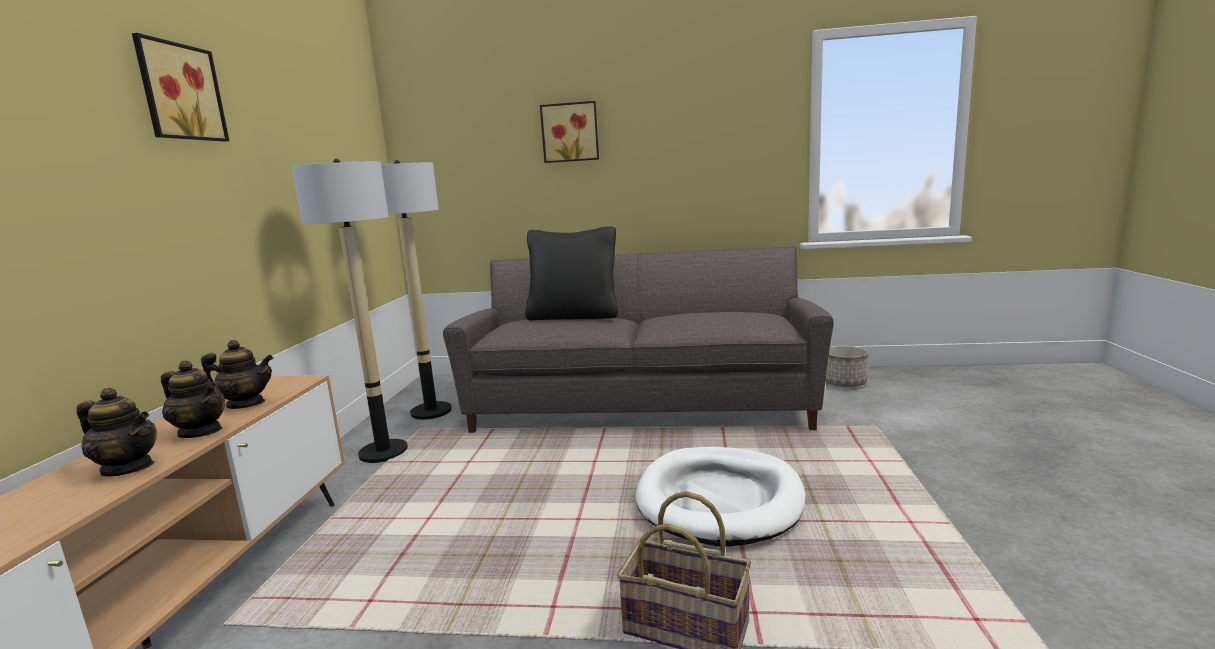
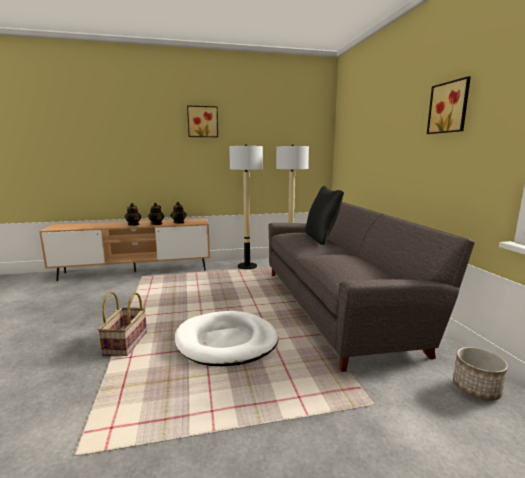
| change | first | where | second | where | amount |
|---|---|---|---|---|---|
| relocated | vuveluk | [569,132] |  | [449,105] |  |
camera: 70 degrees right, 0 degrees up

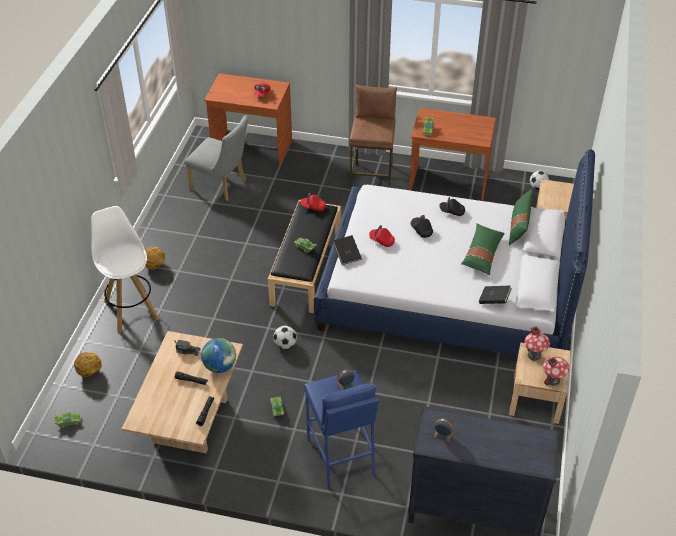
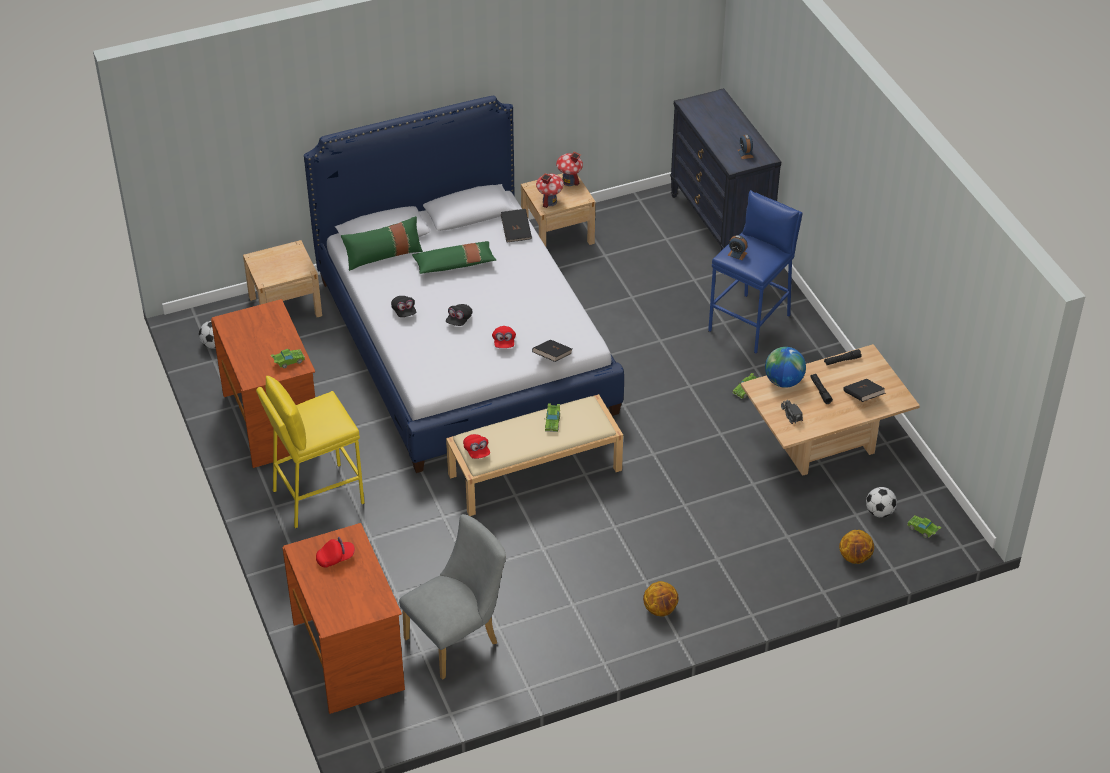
| change | first | where | second | where | amount |
|---|---|---|---|---|---|
| missing | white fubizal | [125,269] |  |  |  |
| spun | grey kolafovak | [216,158] |  | [452,597] | 60 degrees clockwise |
| colour | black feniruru | [304,256] | beige feniruru | [534,455] |  |
| relocated | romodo | [285,337] |  | [881,502] |  |
| colour | brown fubizal | [373,138] | yellow fubizal | [310,452] |  |
| appeared |  |  | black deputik | [864,390] |  |
camera: 125 degrees left, 0 degrees up

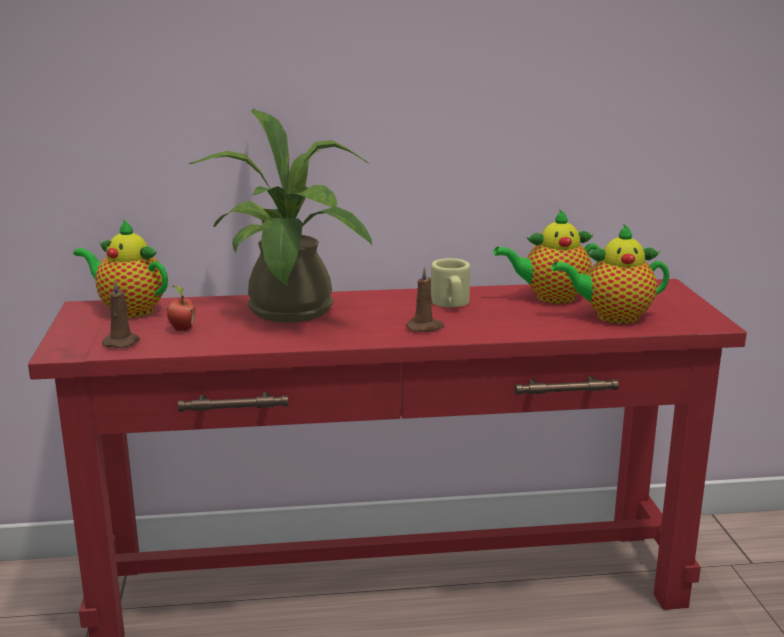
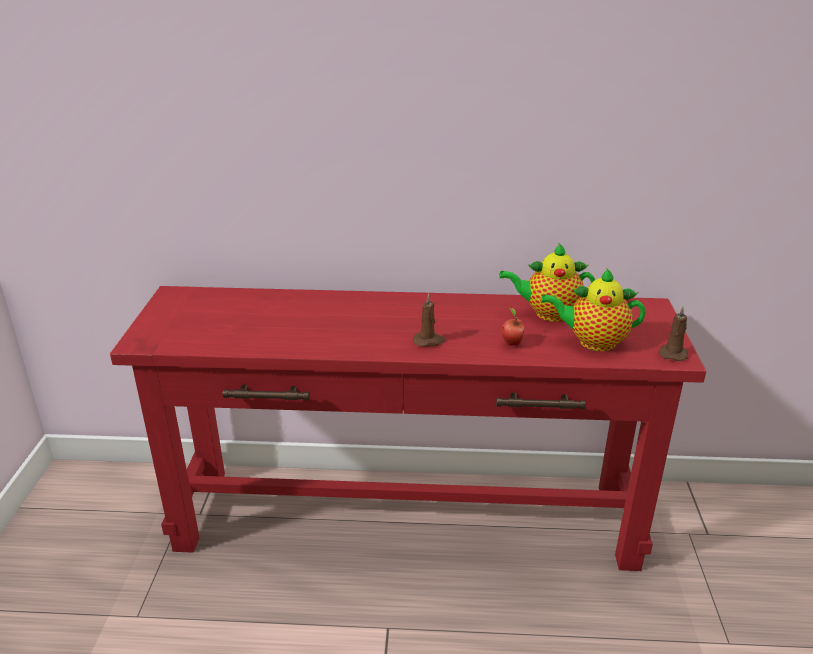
| change | first | where | second | where | amount |
|---|---|---|---|---|---|
| missing | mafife | [120,268] |  |  |  |
| relocated | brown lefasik | [121,313] |  | [673,334] |  |
| relocated | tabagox | [181,308] |  | [513,327] |  |
| missing | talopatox | [280,215] |  |  |  |
| missing | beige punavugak | [450,282] |  |  |  |
camera: 10 degrees right, 10 degrees up

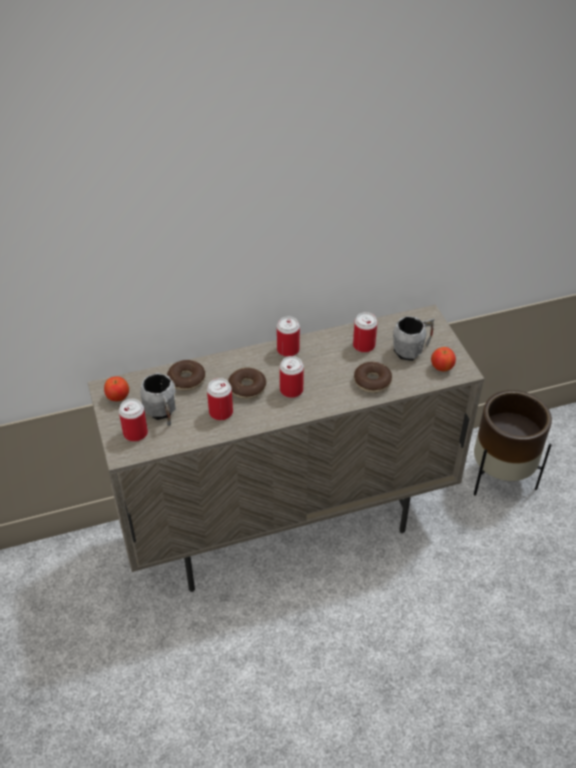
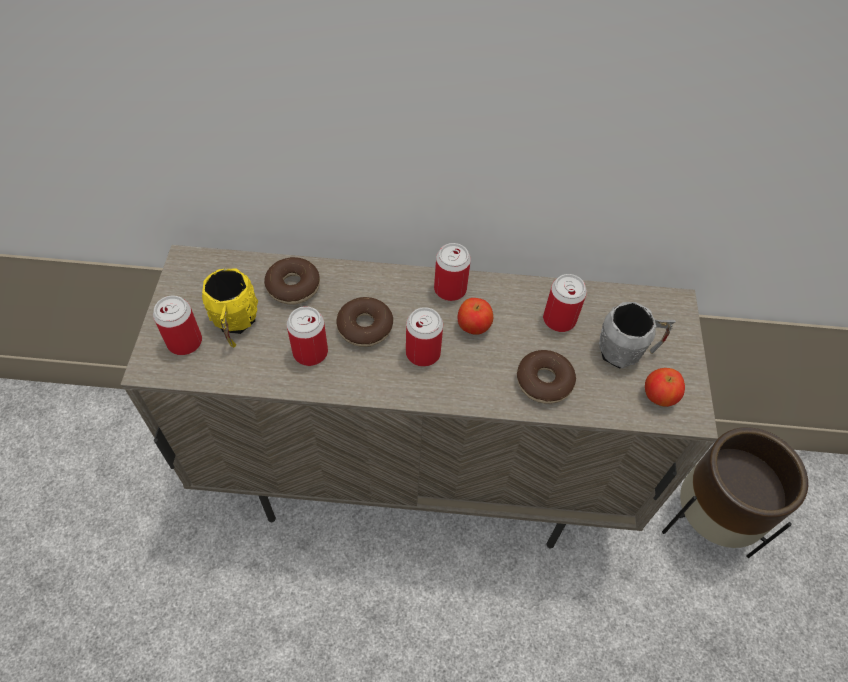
| change | first | where | second | where | amount |
|---|---|---|---|---|---|
| relocated | tabagox | [116,389] |  | [475,316] |  |
| colour | grey punavugak | [158,399] | yellow punavugak | [230,308] |  |
camera: 20 degrees right, 10 degrees up

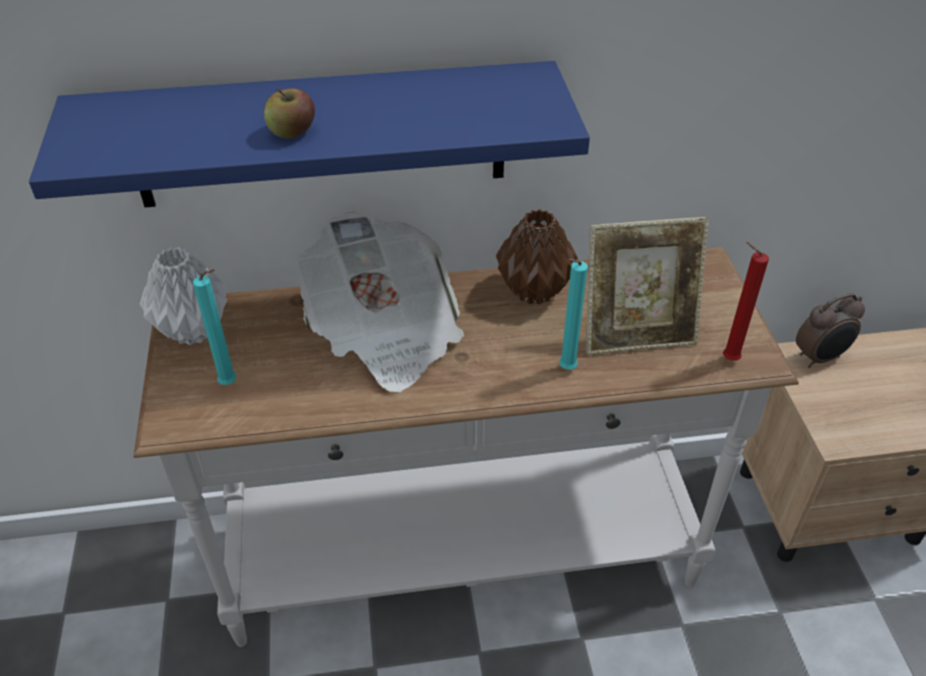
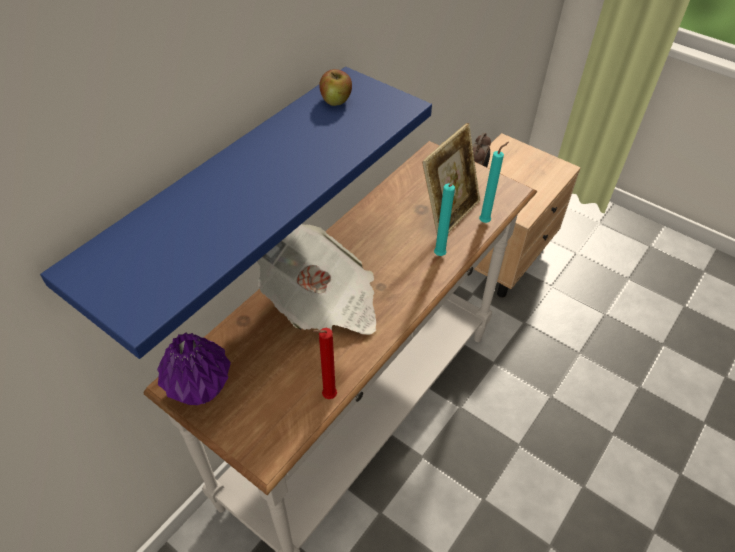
| change | first | where | second | where | amount |
|---|---|---|---|---|---|
| colour | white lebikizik | [183,296] | purple lebikizik | [194,368] |  |
| relocated | turquoise lefasik | [215,327] |  | [494,182] |  |
| relocated | tabagox | [289,113] |  | [335,87] |  |
| missing | brown lebikizik | [537,256] |  |  |  |
| relocated | red lefasik | [746,301] |  | [324,363] |  |
camera: 45 degrees left, 5 degrees up

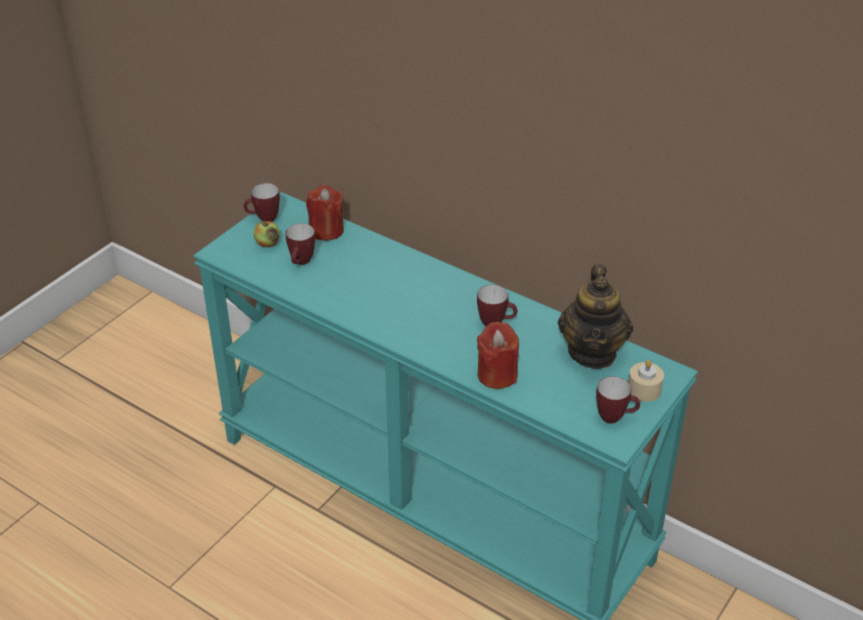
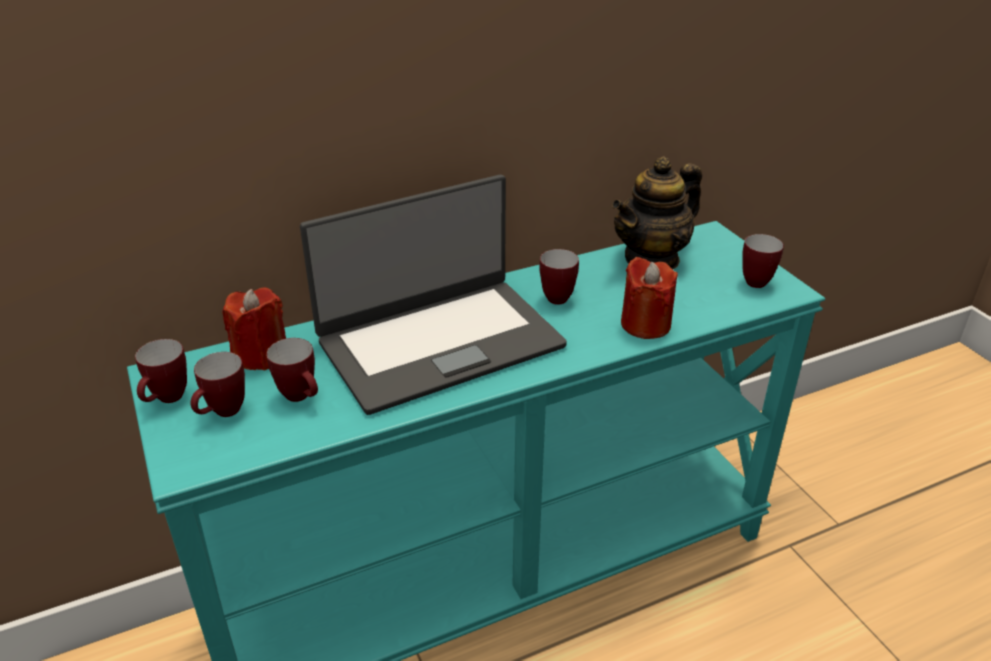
| change | first | where | second | where | amount |
|---|---|---|---|---|---|
| exchanged | tabagox | [266,233] | punavugak | [218,384] |  |
| spun | mafife | [595,316] |  | [657,212] | 105 degrees clockwise |
| missing | beige lefasik | [646,381] |  |  |  |
| appeared |  |  | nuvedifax | [433,295] |  |
camera: 60 degrees left, 5 degrees down

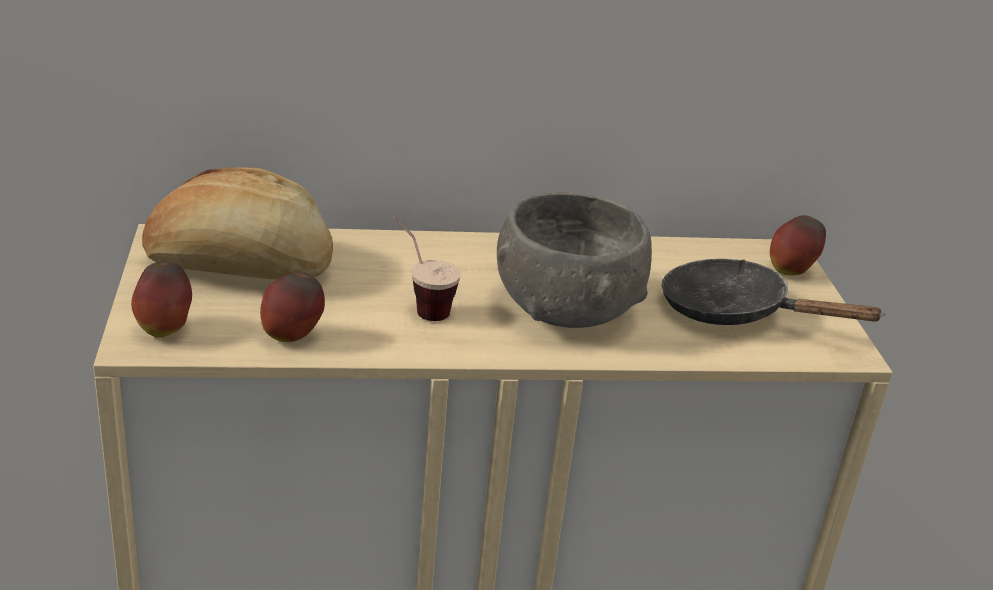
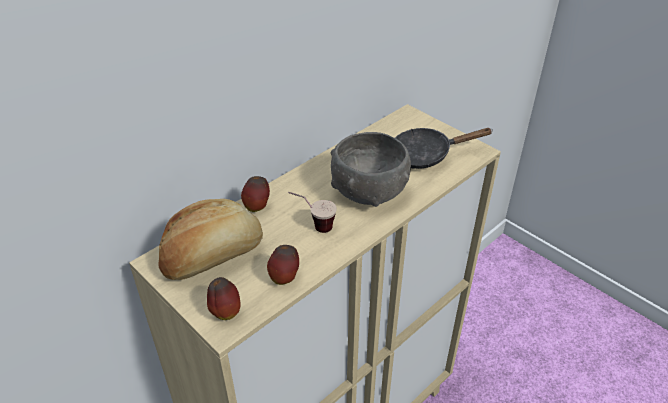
| change | first | where | second | where | amount |
|---|---|---|---|---|---|
| relocated | tabagox | [798,245] |  | [255,194] |  |
camera: 35 degrees left, 10 degrees up

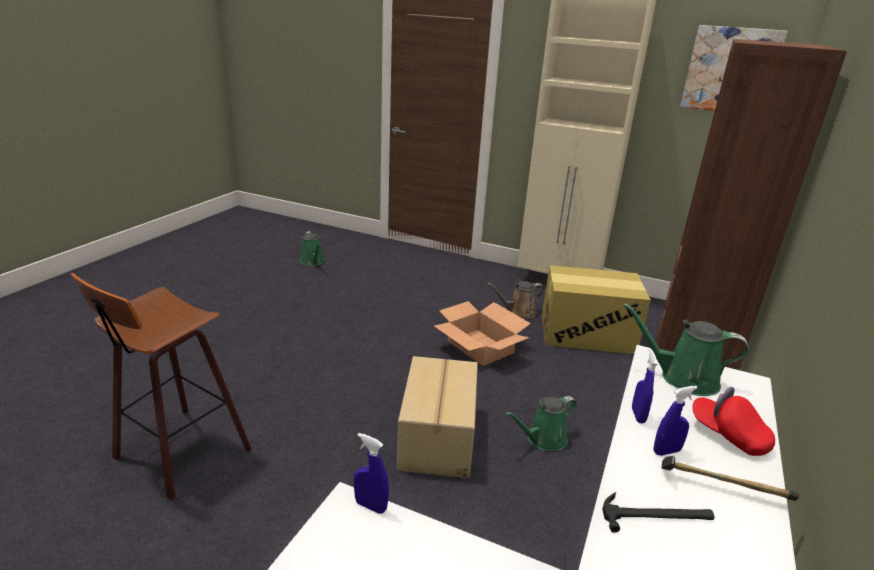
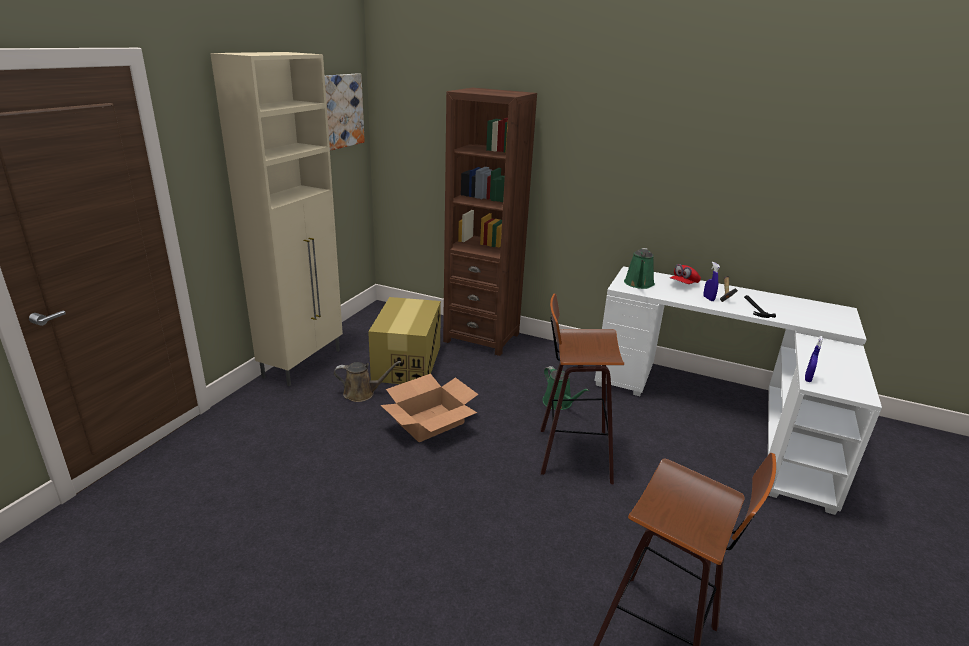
| change | first | where | second | where | amount |
|---|---|---|---|---|---|
| missing | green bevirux | [312,248] |  |  |  |
| exchanged | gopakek | [437,417] | fubizal | [582,389] |  |
| spun | brown bevirux | [516,300] |  | [367,381] | 75 degrees counterclockwise |
| missing | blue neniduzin | [645,386] |  |  |  |
camera: 90 degrees left, 0 degrees up

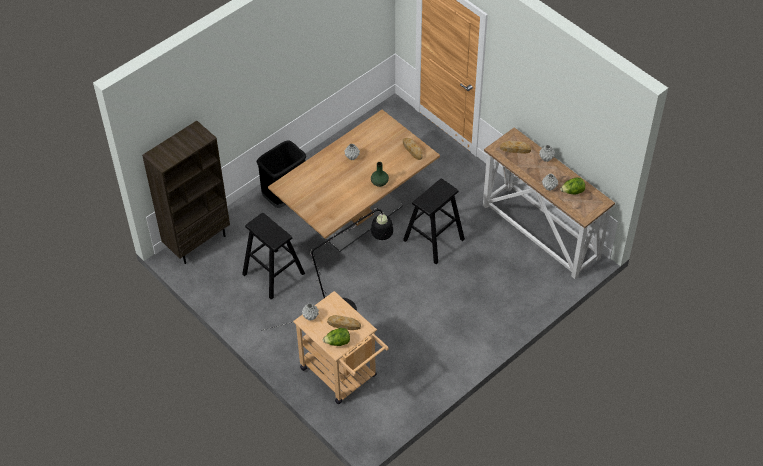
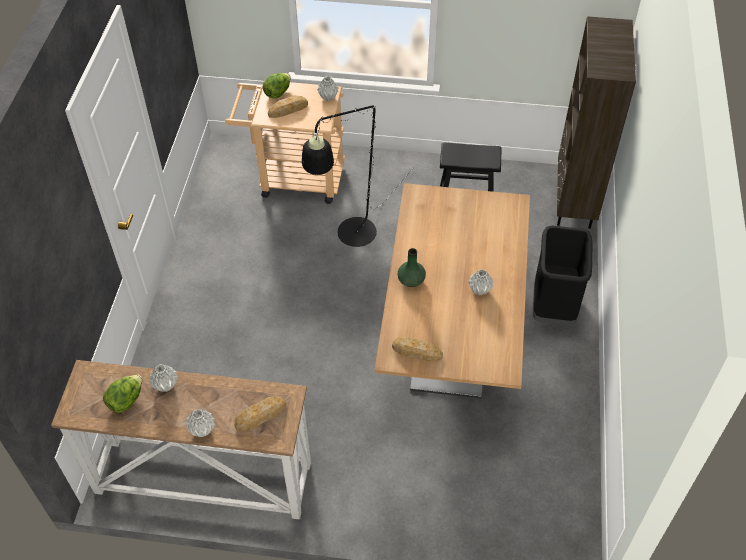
| change | first | where | second | where | amount |
|---|---|---|---|---|---|
| missing | black fubizal | [434,221] |  |  |  |
camera: 140 degrees right, 0 degrees up

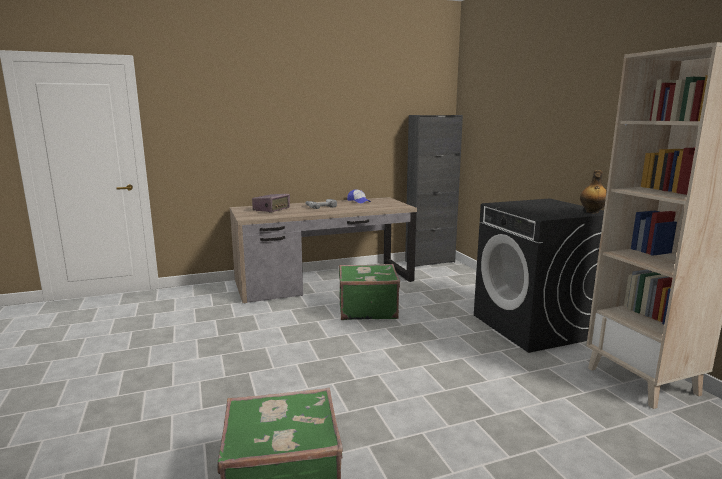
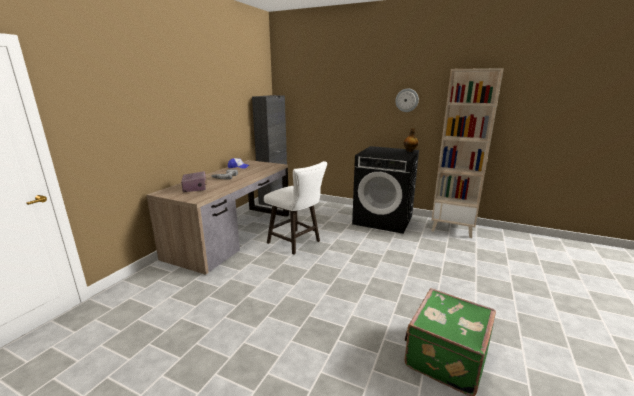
| change | first | where | second | where | amount |
|---|---|---|---|---|---|
| exchanged | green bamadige | [369,292] | white fubizal | [295,208] |  |
| appeared |  |  | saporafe | [407,100] |  |
camera: 45 degrees left, 5 degrees up

